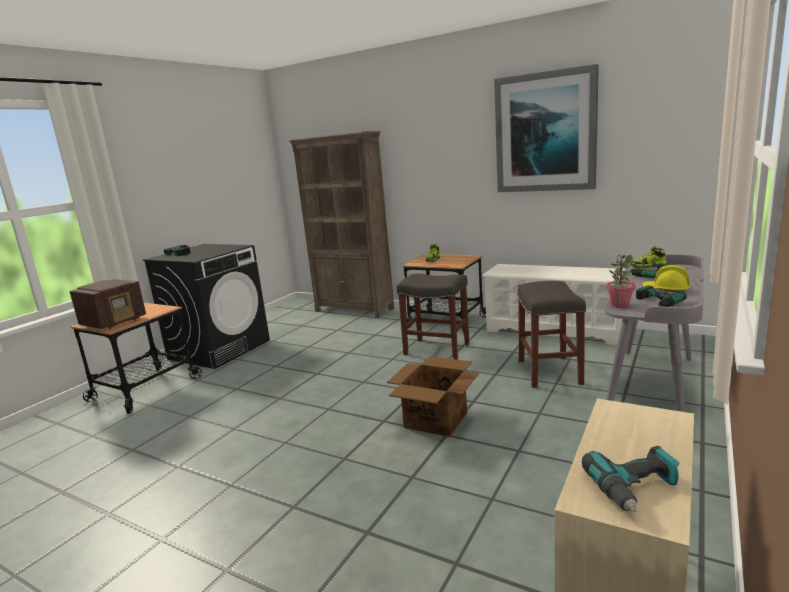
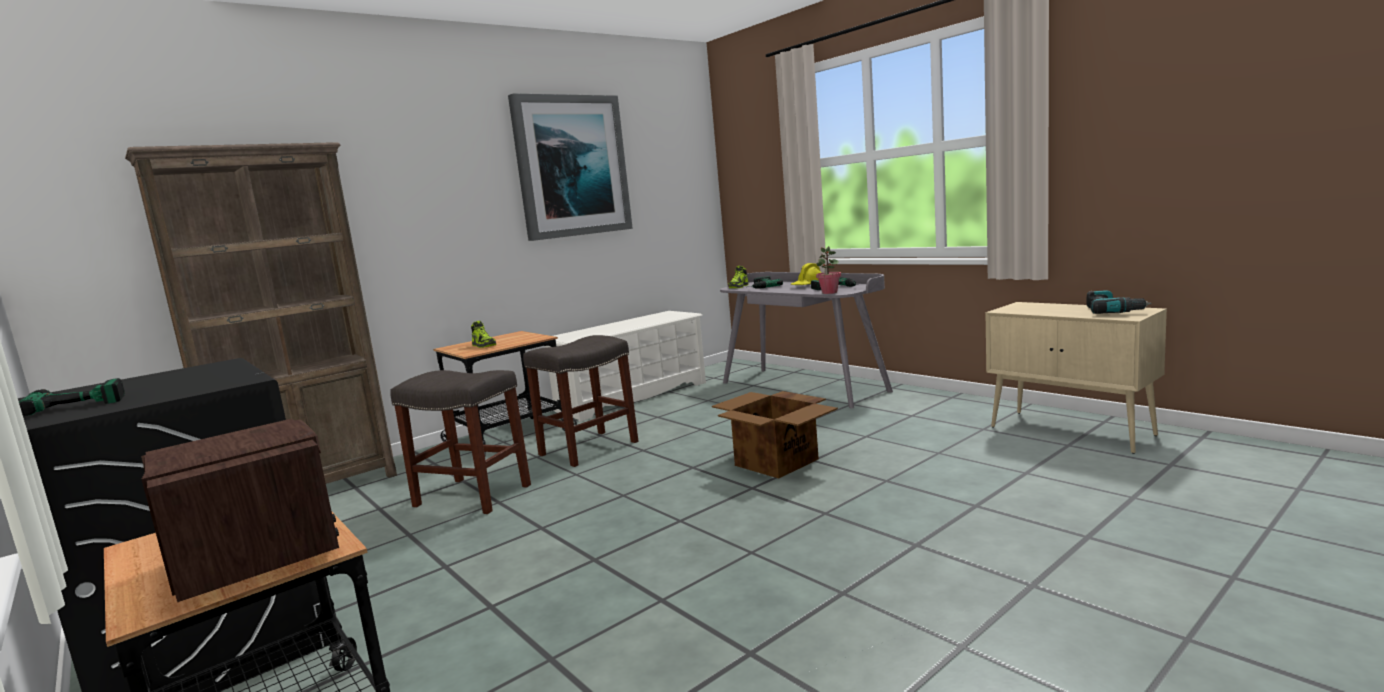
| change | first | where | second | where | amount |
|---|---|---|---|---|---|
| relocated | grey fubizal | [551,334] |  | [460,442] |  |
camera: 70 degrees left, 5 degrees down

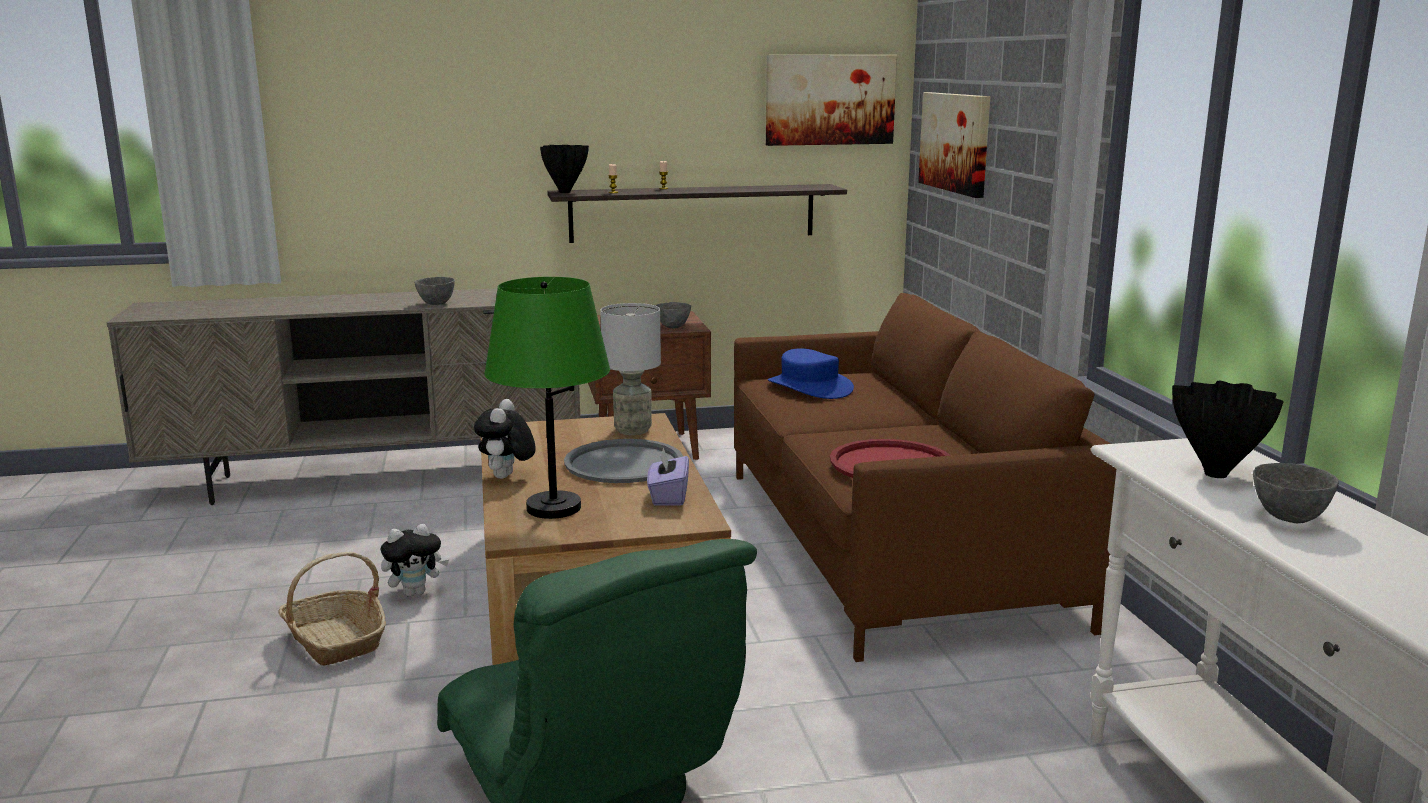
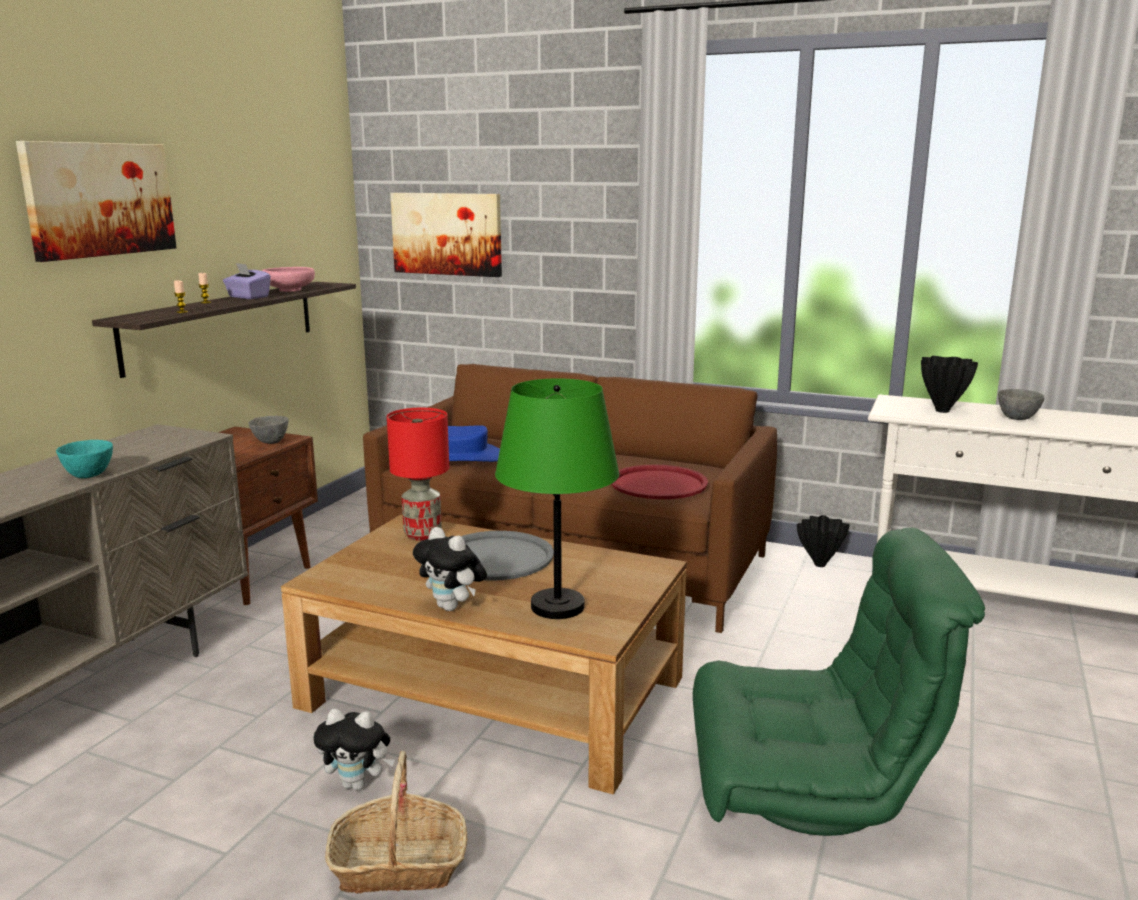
| change | first | where | second | where | amount |
|---|---|---|---|---|---|
| spun | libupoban | [415,560] |  | [354,749] | 90 degrees clockwise |
| colour | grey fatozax | [435,291] | turquoise fatozax | [84,459] |  |
| relocated | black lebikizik | [564,169] |  | [823,541] |  |
| colour | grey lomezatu | [630,369] | red lomezatu | [418,474] |  |
| relocated | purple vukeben | [668,476] |  | [247,281] |  |
| relocated | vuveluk | [831,100] |  | [96,201] |  |
| appeared |  |  | pink fatozax | [288,279] |  |
camera: 55 degrees left, 0 degrees up

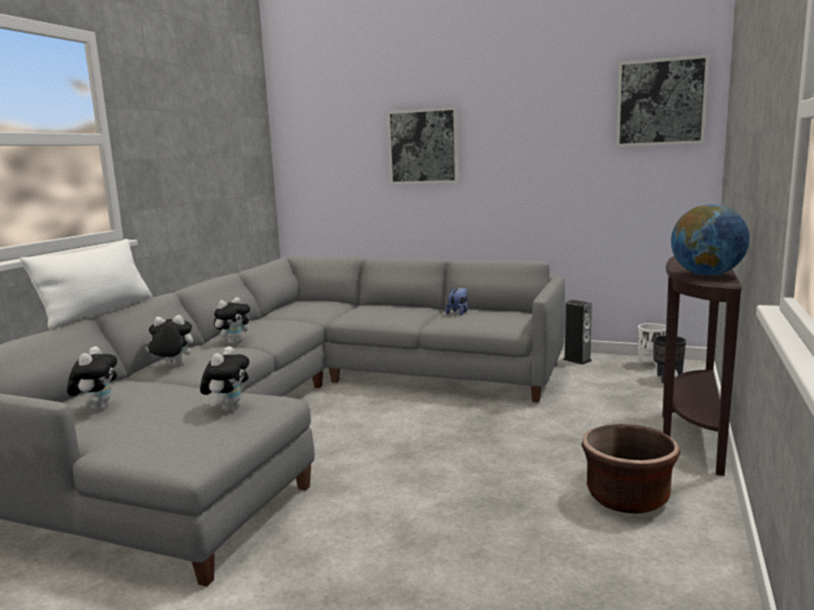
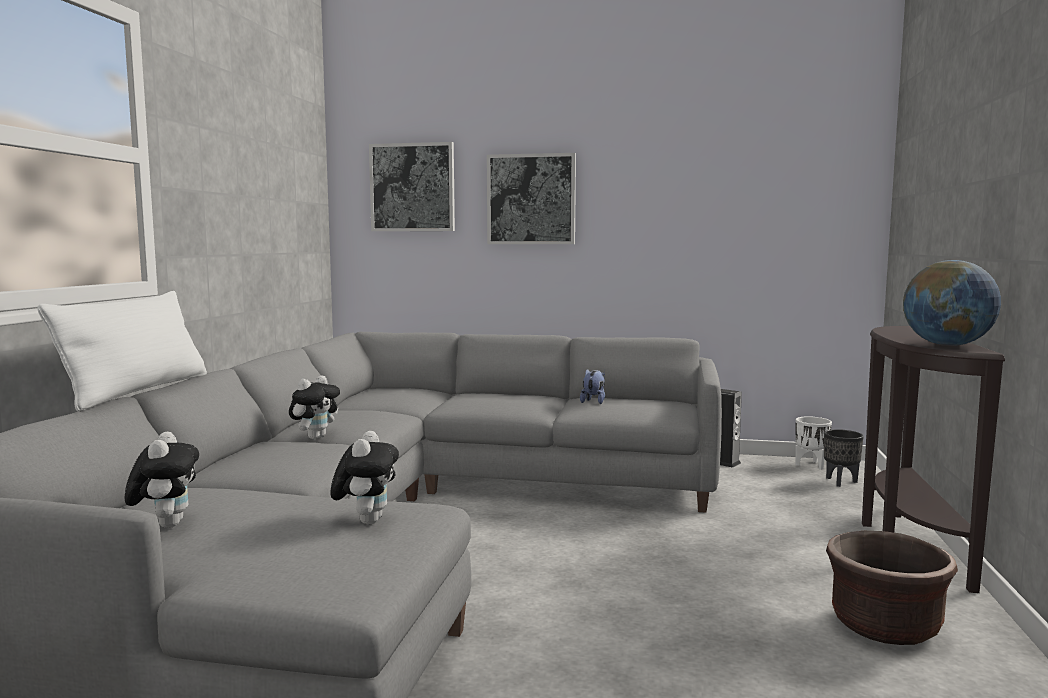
| change | first | where | second | where | amount |
|---|---|---|---|---|---|
| missing | libupoban | [169,340] |  |  |  |
| relocated | vuveluk | [662,100] |  | [412,186] |  |
camera: 10 degrees left, 5 degrees down

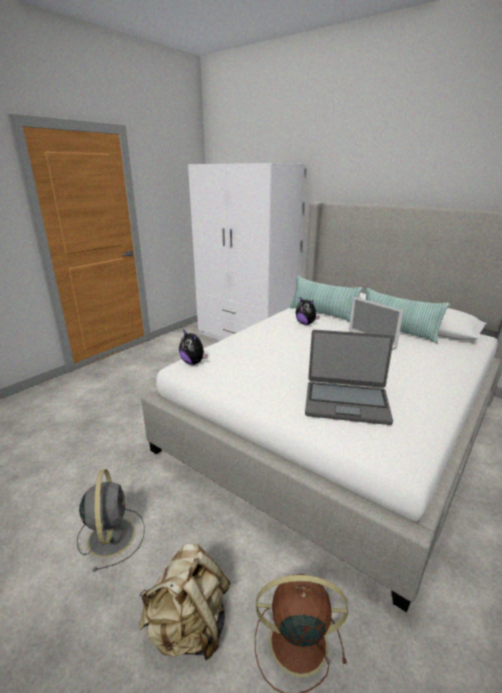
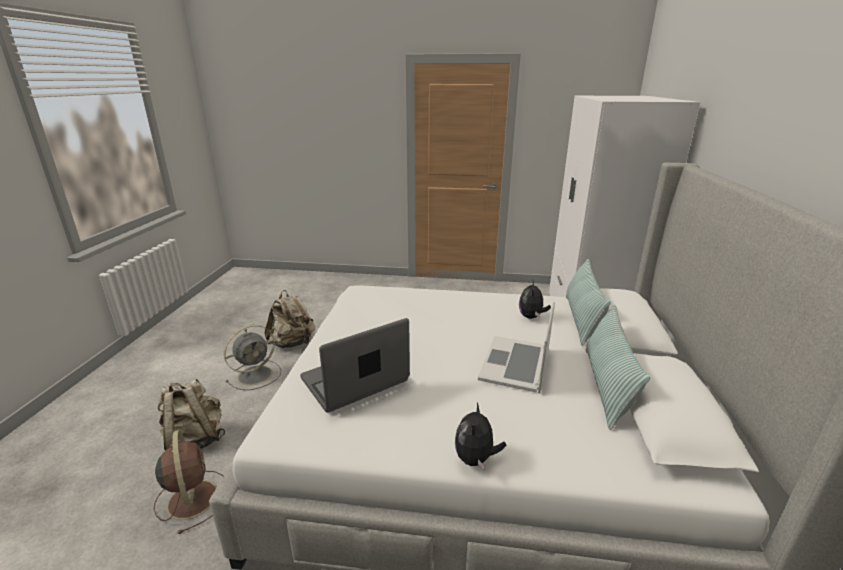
| change | first | where | second | where | amount |
|---|---|---|---|---|---|
| relocated | libupoban | [193,347] |  | [480,436] |  |
| spun | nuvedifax | [349,377] |  | [355,365] | 75 degrees clockwise |
| appeared |  |  | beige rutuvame | [289,319] |  |
camera: 60 degrees right, 0 degrees up

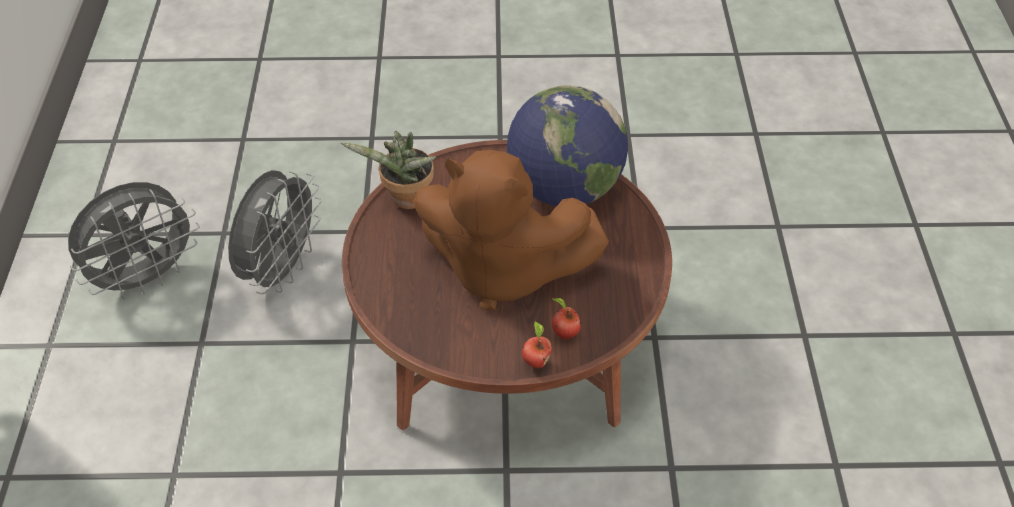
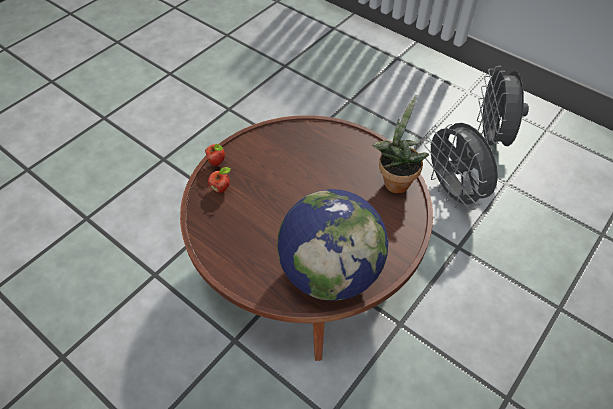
| change | first | where | second | where | amount |
|---|---|---|---|---|---|
| missing | brown libupoban | [511,230] |  |  |  |
camera: 130 degrees right, 5 degrees up

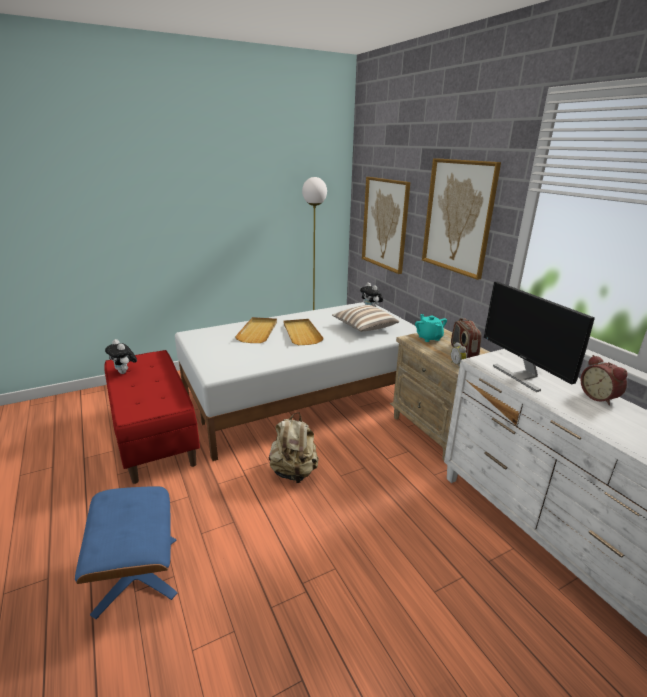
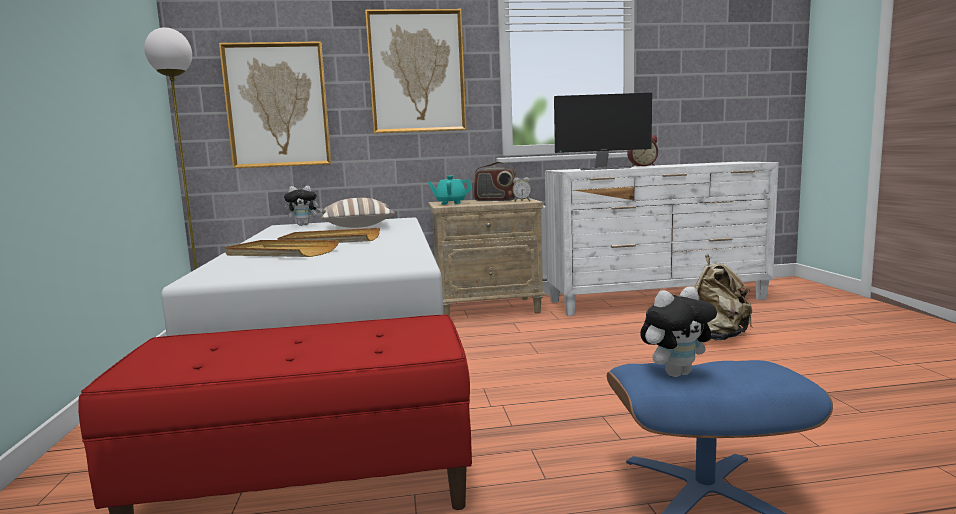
| change | first | where | second | where | amount |
|---|---|---|---|---|---|
| relocated | libupoban | [121,356] |  | [678,332] |  |
| relocated | beige rutuvame | [294,447] |  | [722,297] |  |
camera: 70 degrees left, 15 degrees down

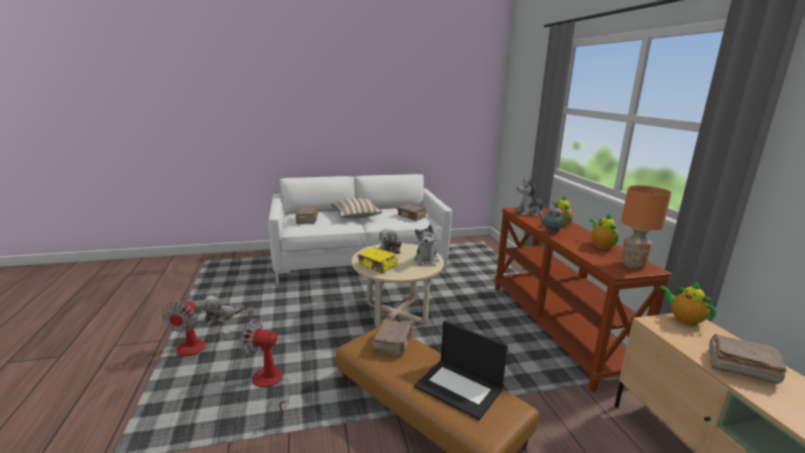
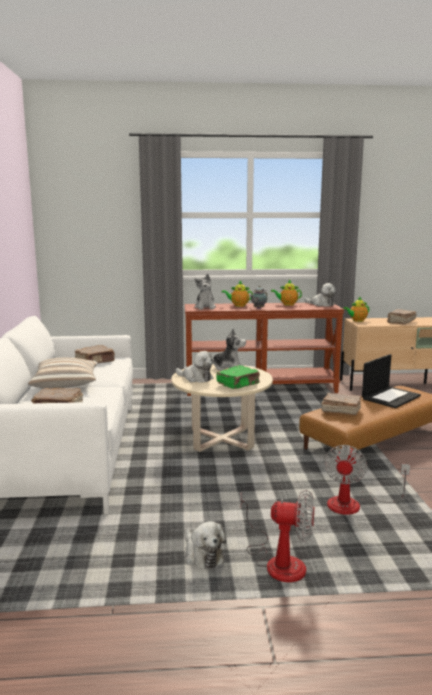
| change | first | where | second | where | amount |
|---|---|---|---|---|---|
| colour | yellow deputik | [377,260] | green deputik | [238,377] |  |
| exchanged | orange lomezatu | [646,227] | libupoban | [320,295] |  |
camera: 80 degrees left, 5 degrees down

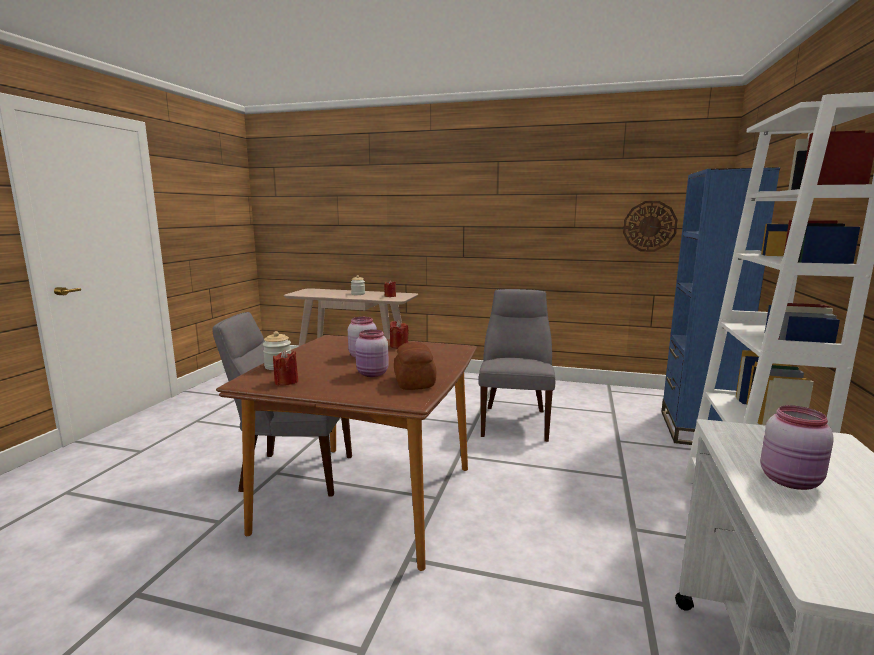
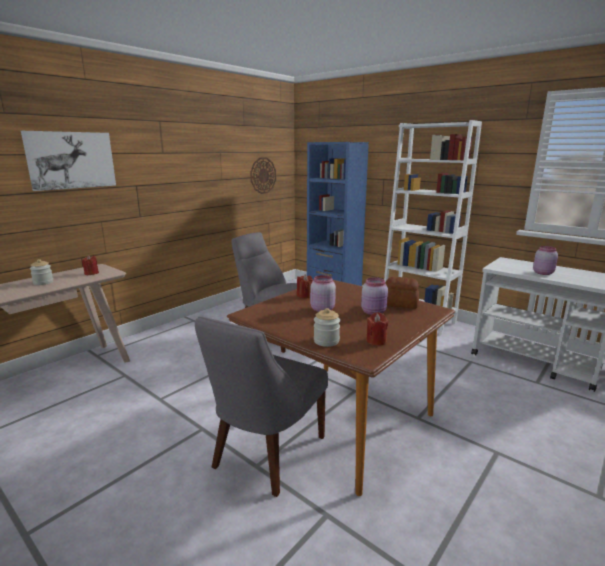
| change | first | where | second | where | amount |
|---|---|---|---|---|---|
| appeared |  |  | vuveluk | [68,161] |  |
camera: 65 degrees left, 5 degrees up

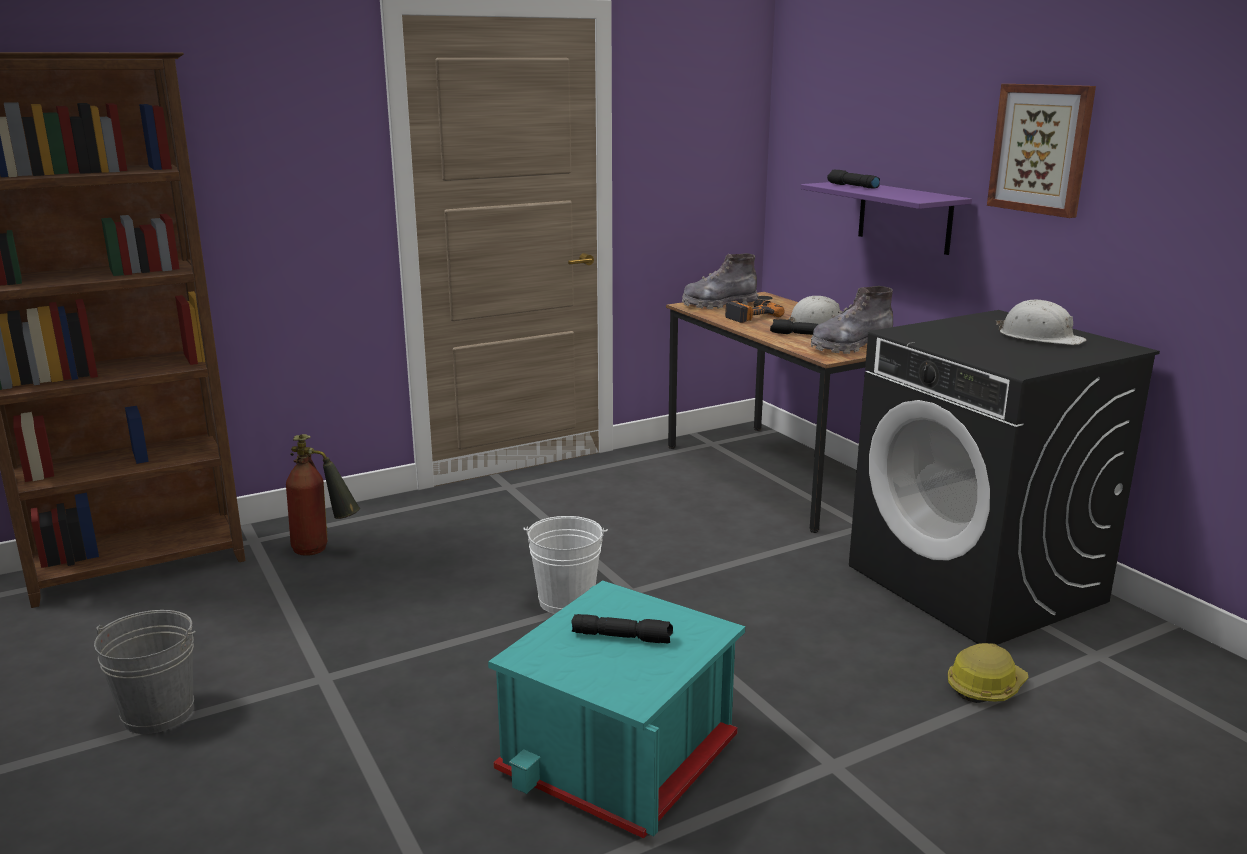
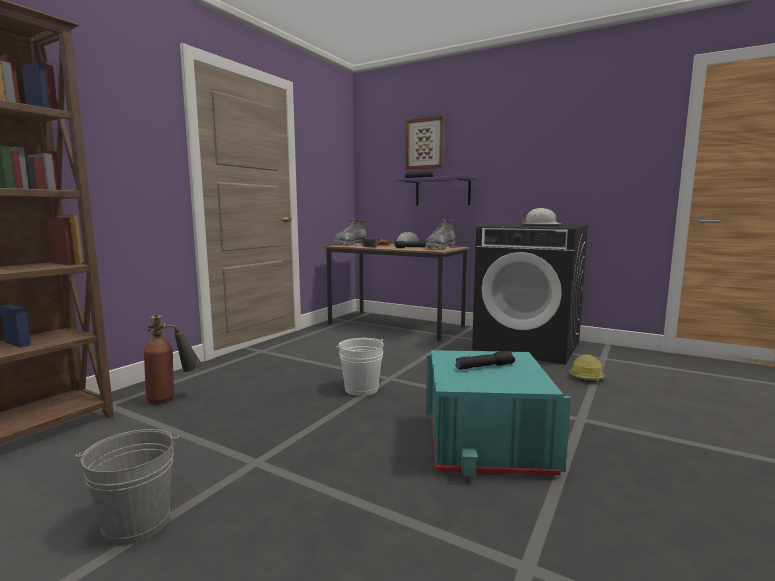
| change | first | where | second | where | amount |
|---|---|---|---|---|---|
| relocated | vuveluk | [1041,151] |  | [425,143] |  |
camera: 30 degrees left, 10 degrees down

